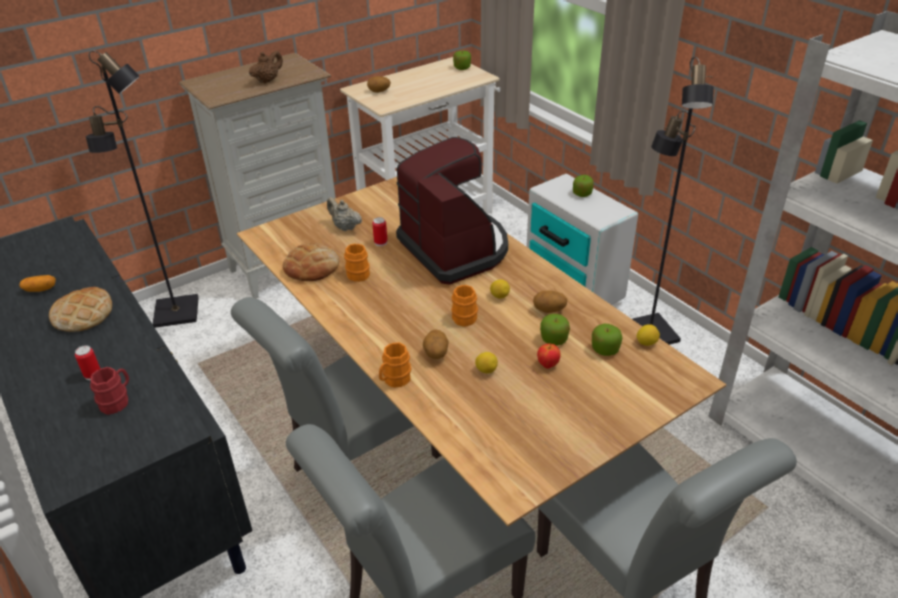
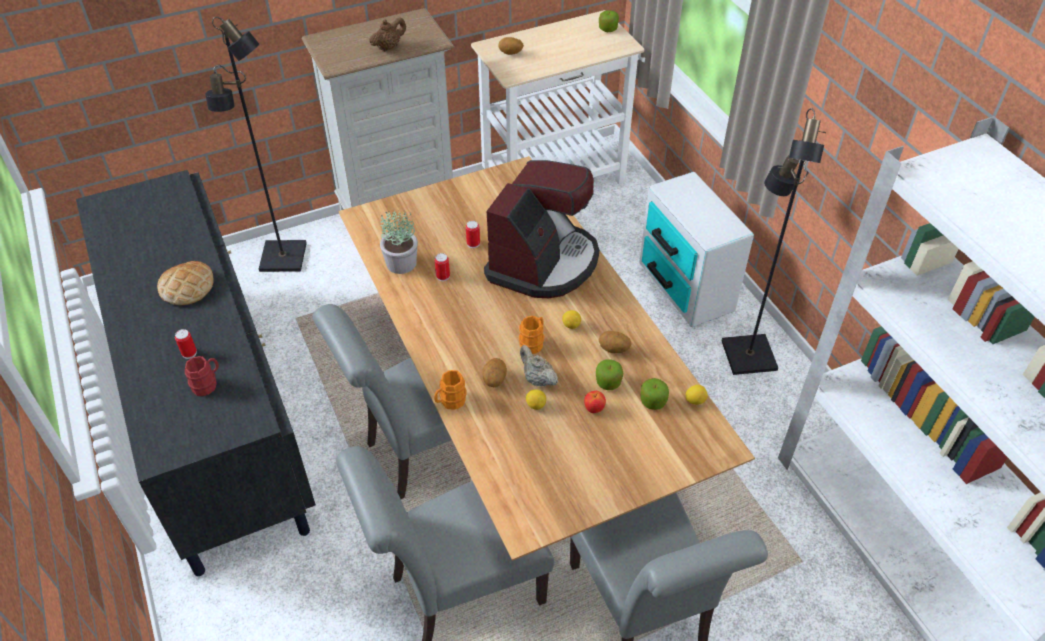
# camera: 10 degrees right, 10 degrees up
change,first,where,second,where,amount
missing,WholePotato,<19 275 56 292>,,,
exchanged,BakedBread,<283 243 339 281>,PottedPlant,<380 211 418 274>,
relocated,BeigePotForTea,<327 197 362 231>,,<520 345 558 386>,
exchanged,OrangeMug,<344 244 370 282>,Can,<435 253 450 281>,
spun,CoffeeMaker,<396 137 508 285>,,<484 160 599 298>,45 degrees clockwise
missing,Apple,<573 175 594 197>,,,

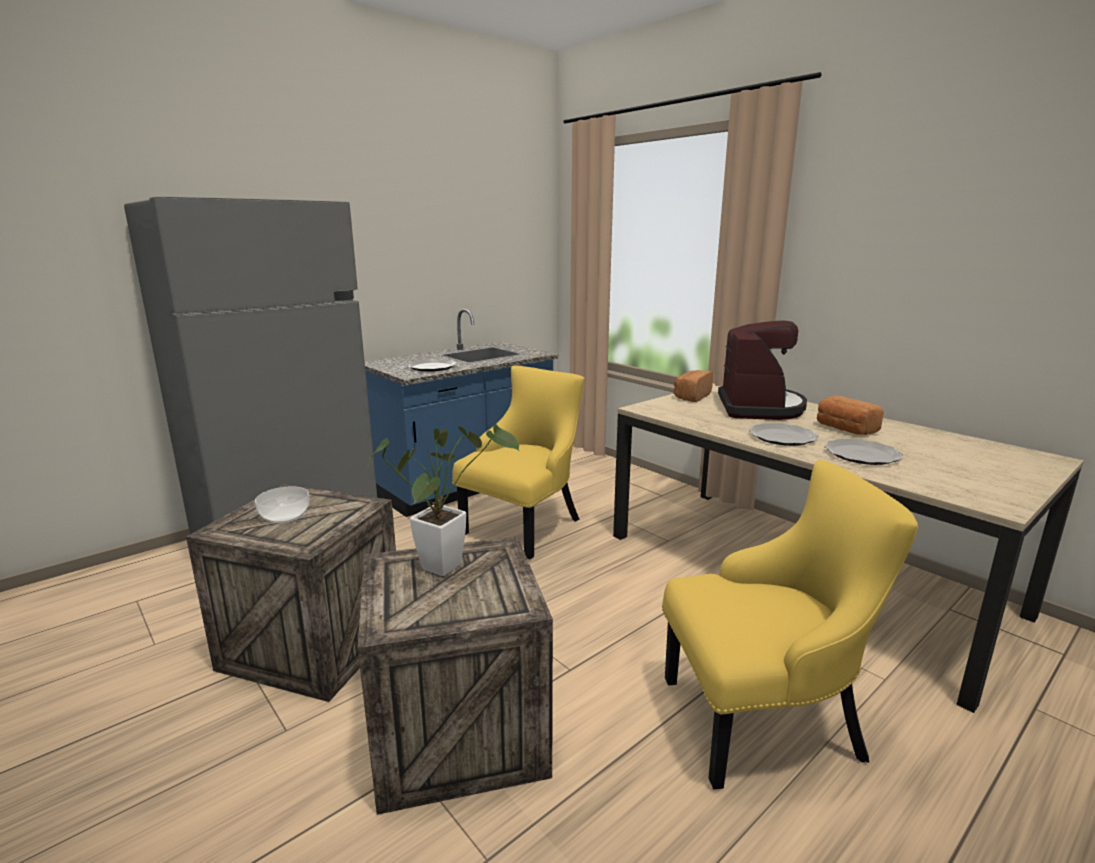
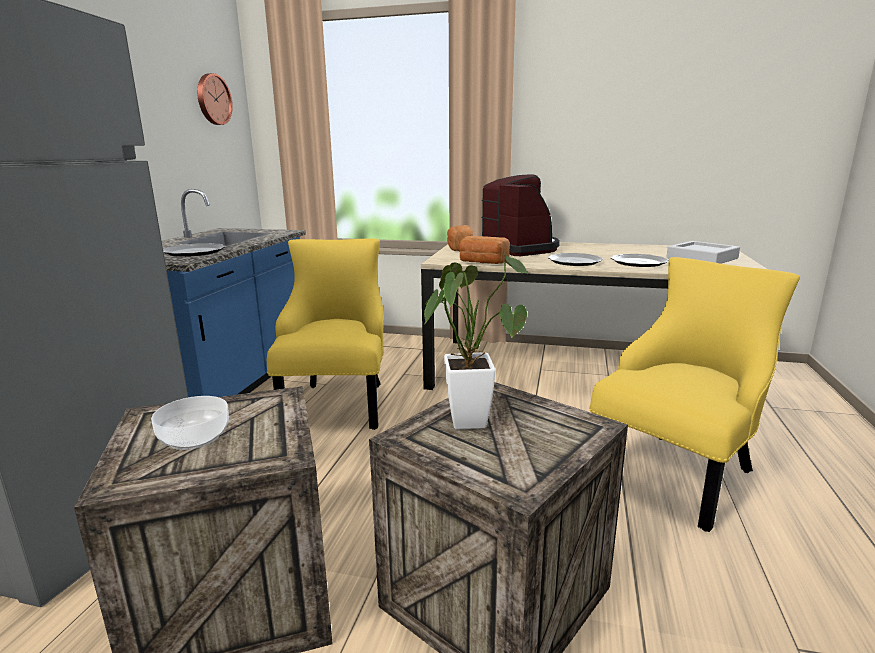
# camera: 35 degrees left, 0 degrees up
change,first,where,second,where,amount
relocated,BakedBread,<817 395 884 435>,,<459 236 510 264>,
appeared,,,ClockOnTheWall,<197 73 233 125>,
appeared,,,GreyServingTray,<667 241 740 264>,

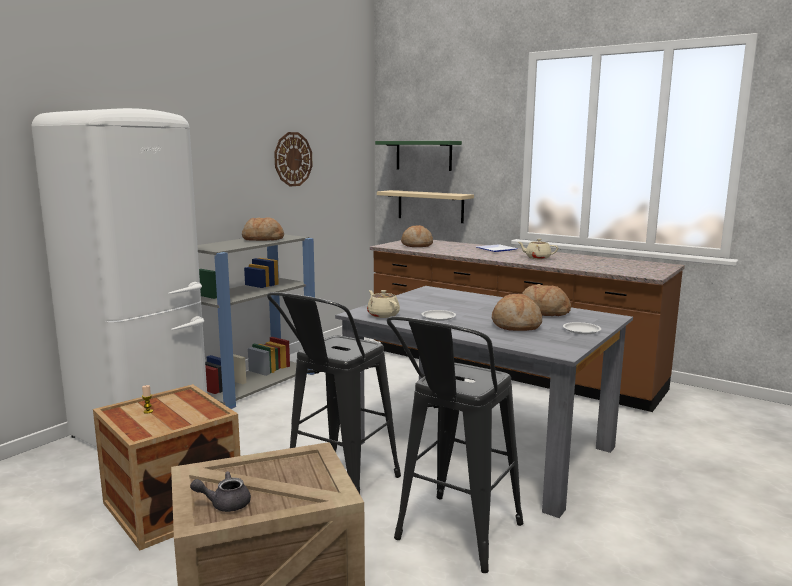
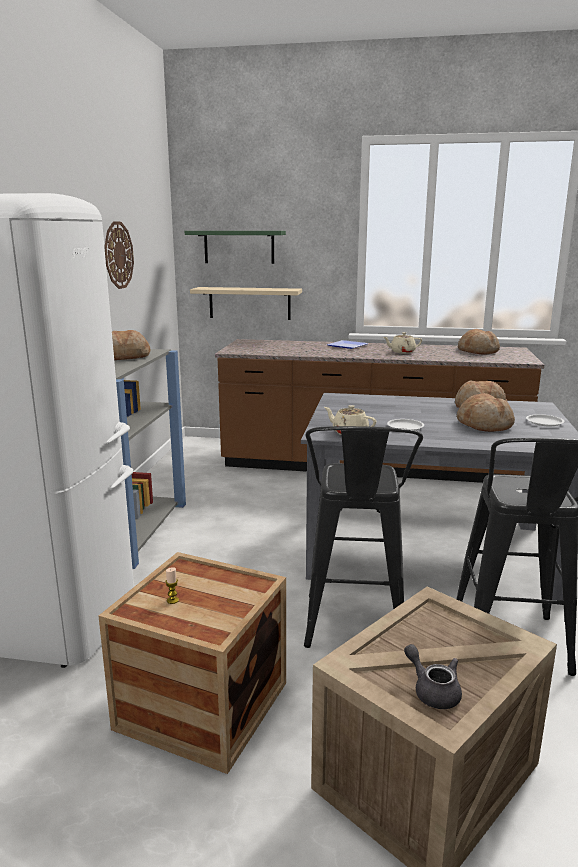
# camera: 25 degrees left, 5 degrees up
change,first,where,second,where,amount
spun,GreyPotForTea,<190 471 251 512>,,<404 644 462 709>,90 degrees clockwise
relocated,BakedBread,<401 225 433 247>,,<458 329 500 355>,

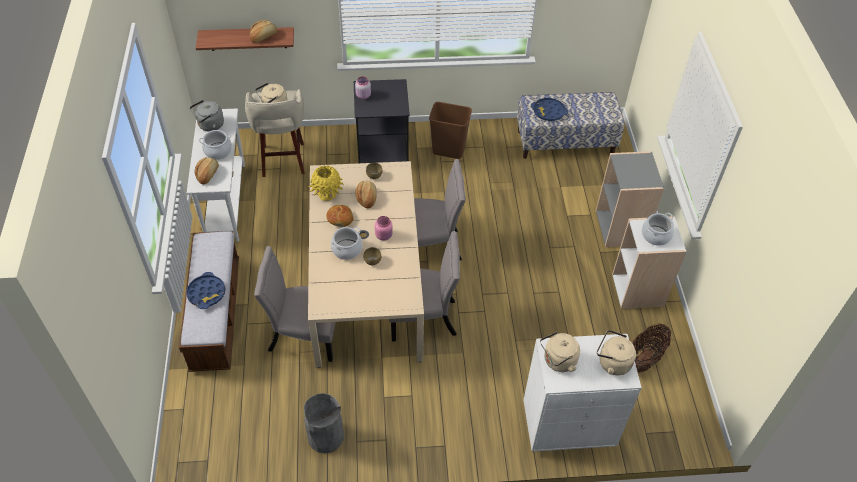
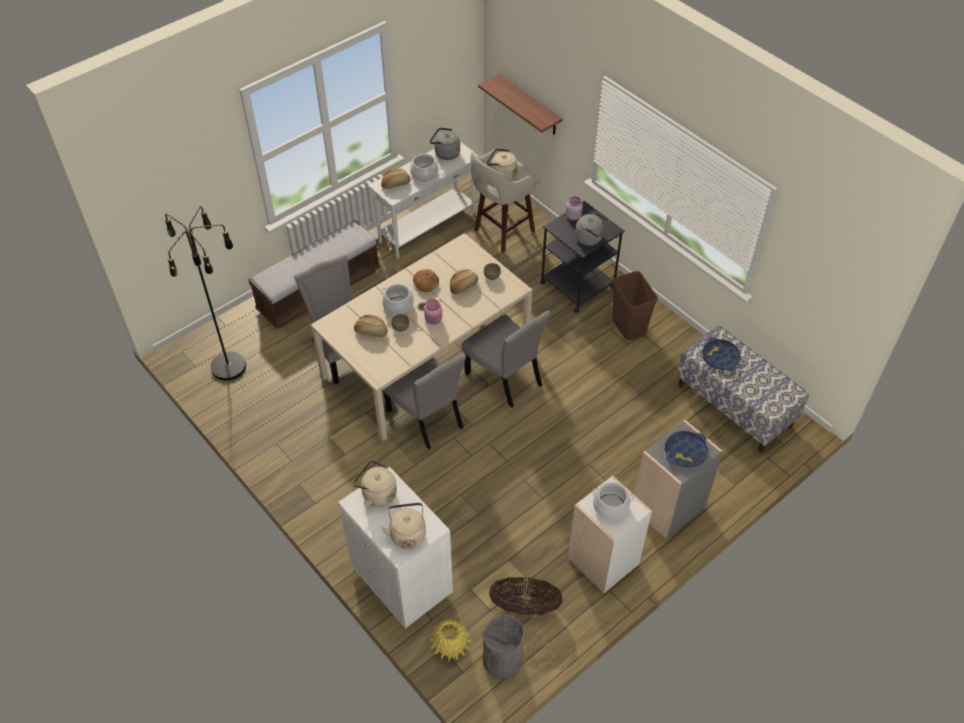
# camera: 55 degrees right, 0 degrees up
change,first,where,second,where,amount
relocated,BluishServingTray,<186 272 225 309>,,<665 431 708 467>,
relocated,BakedBread,<250 20 277 43>,,<354 315 387 337>,
relocated,GreyRubbishBin,<304 393 344 453>,,<482 614 524 679>,
relocated,YellowColouredVase,<308 166 343 201>,,<430 619 471 661>,
appeared,,,StandingLamp,<165 206 246 381>,
appeared,,,GreyWaterKettle,<575 213 609 246>,

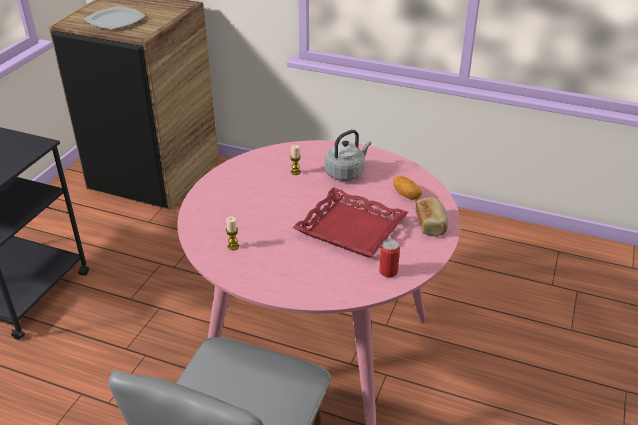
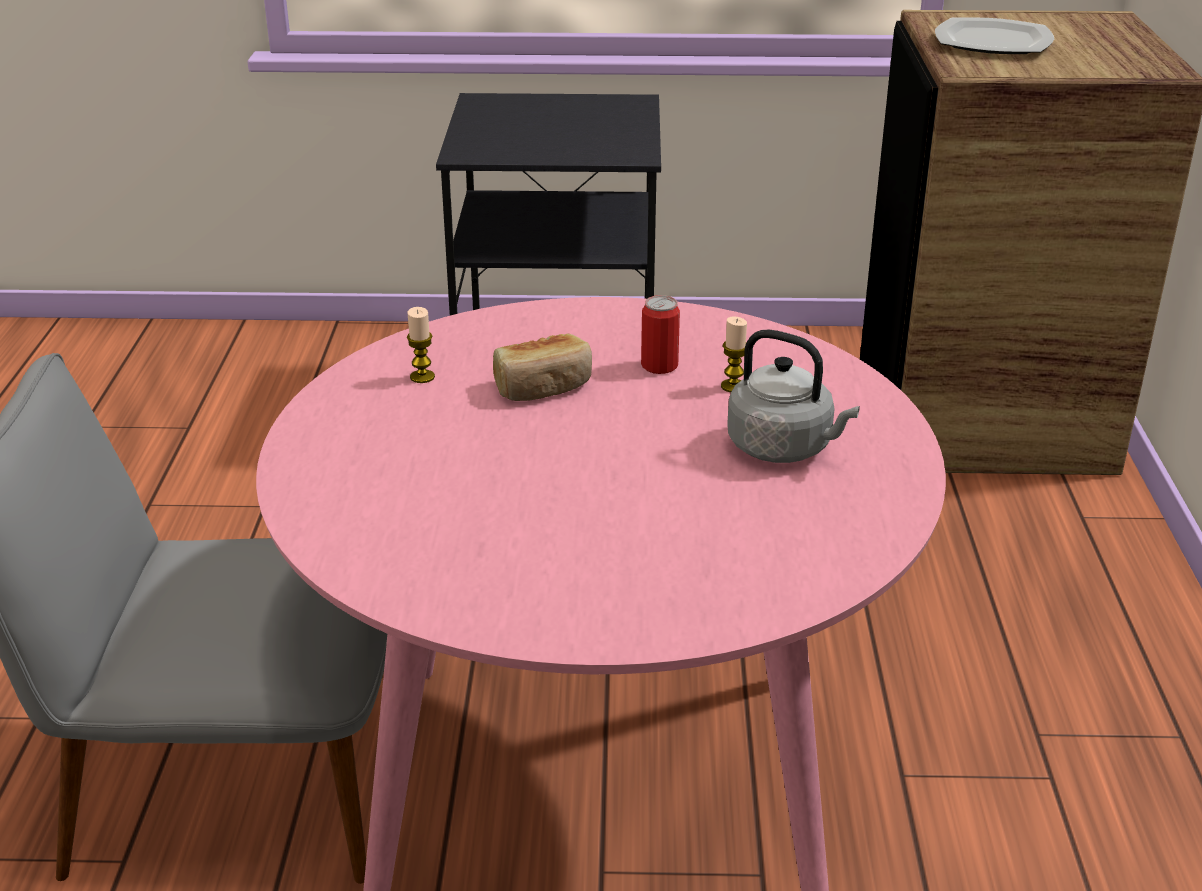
# camera: 70 degrees right, 5 degrees down
change,first,where,second,where,amount
missing,RedColouredServingTray,<293 187 409 257>,,,
relocated,Can,<379 239 400 278>,,<641 295 680 374>,
missing,WholePotato,<393 176 422 200>,,,
relocated,BakedBread,<415 197 448 237>,,<493 333 592 401>,

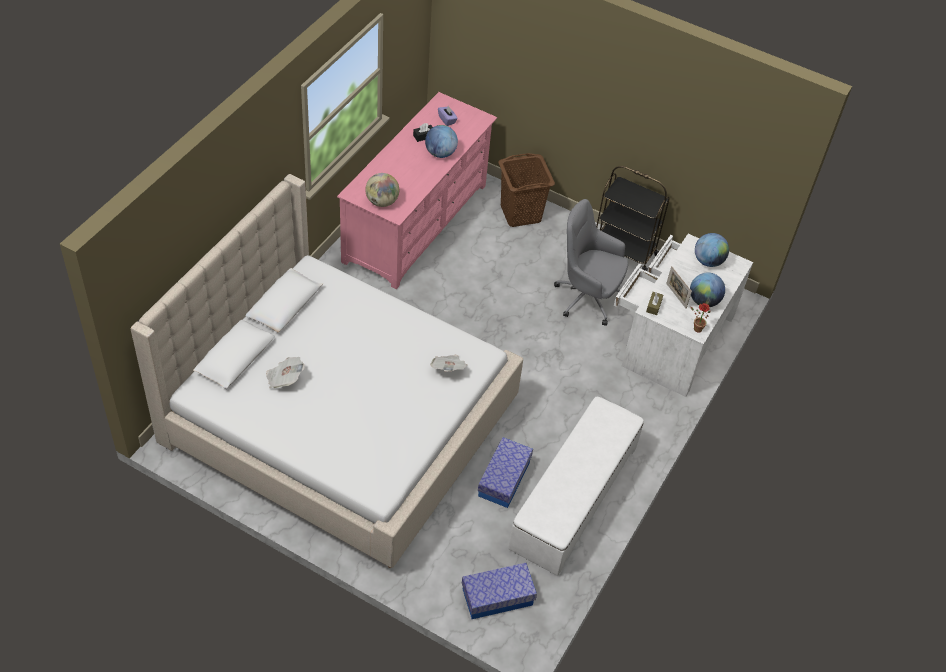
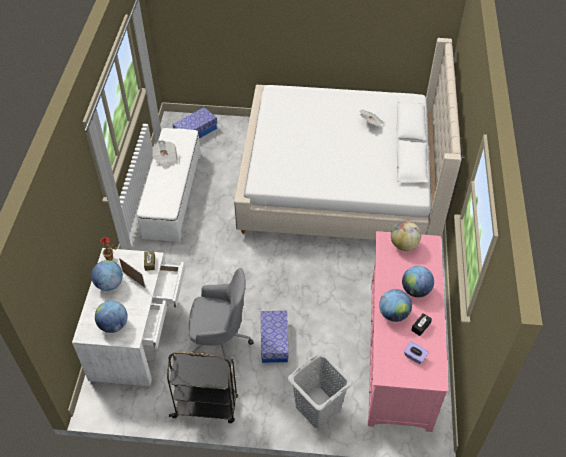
# camera: 160 degrees right, 0 degrees up
change,first,where,second,where,amount
relocated,Newspaper,<430 355 468 372>,,<152 140 178 169>,
relocated,StorageBin,<478 437 533 508>,,<261 311 289 363>,
colour,BrownColouredHamper,<498 153 555 227>,GreyHamper,<288 352 353 428>,
appeared,,,WorldGlobe,<402 266 434 297>,

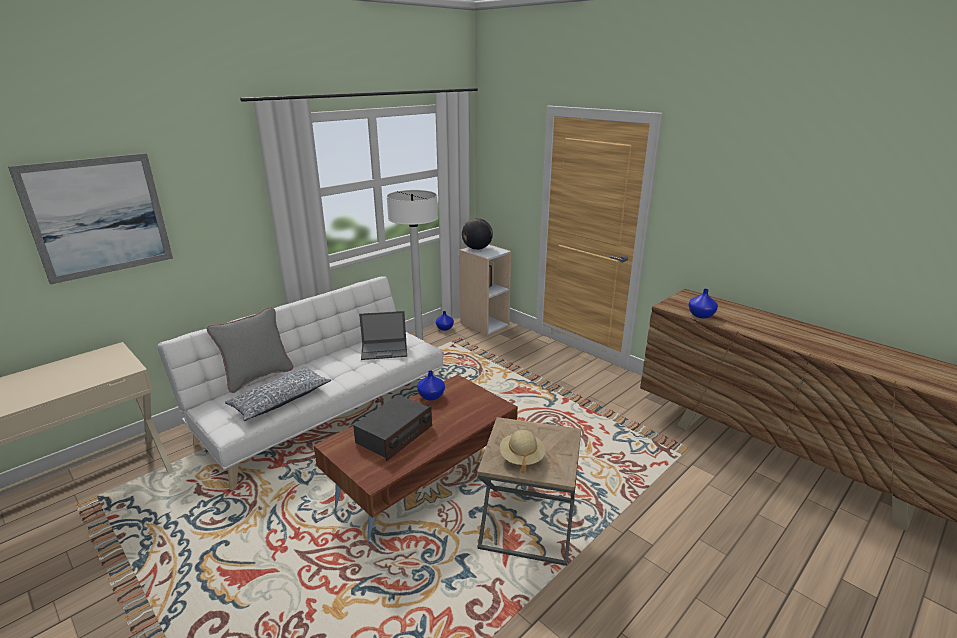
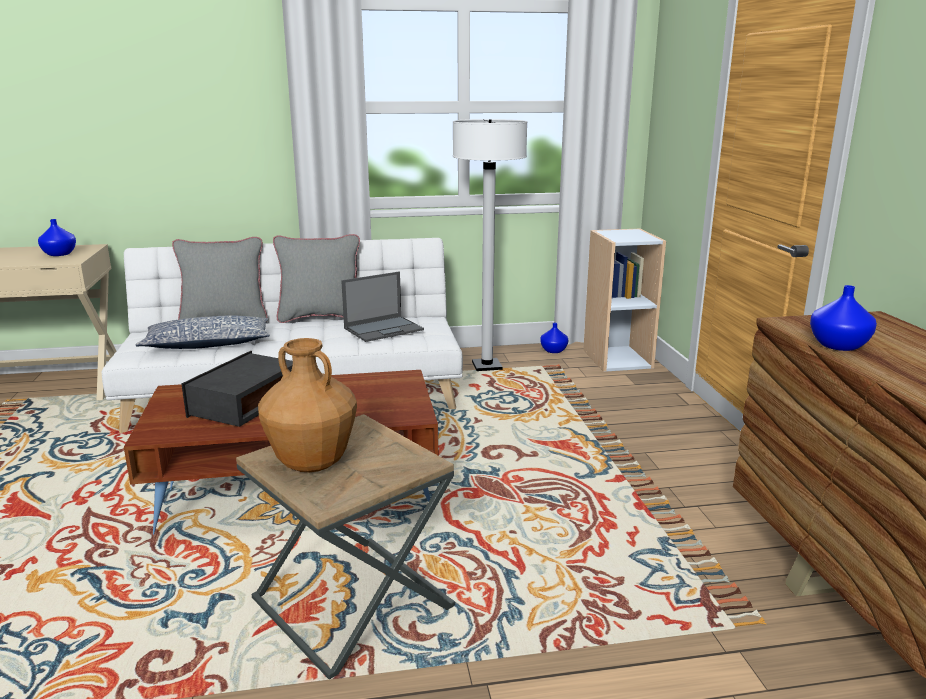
# camera: 35 degrees right, 5 degrees down
change,first,where,second,where,amount
missing,WallArt,<8 153 173 285>,,,
spun,Radio,<353 395 432 461>,,<181 351 293 427>,135 degrees clockwise
spun,NotebookComputer,<359 311 407 360>,,<341 271 424 342>,60 degrees counterclockwise
relocated,BluishVase,<417 370 445 401>,,<38 219 76 256>,
missing,WorldGlobe,<462 218 493 250>,,,
exchanged,BeigeClothingHat,<500 430 545 473>,BrownColouredVase,<258 338 357 472>,
appeared,,,GreyThrowPillow,<273 234 360 323>,

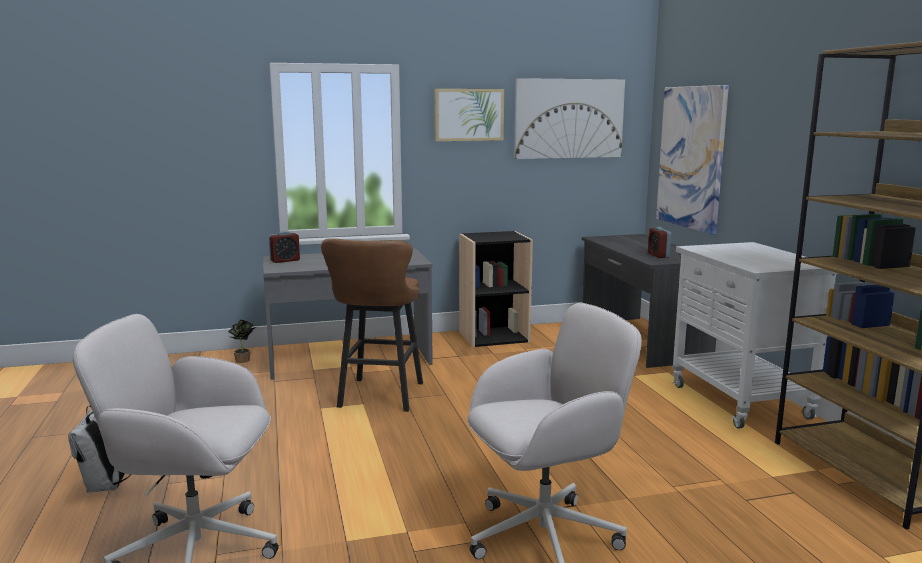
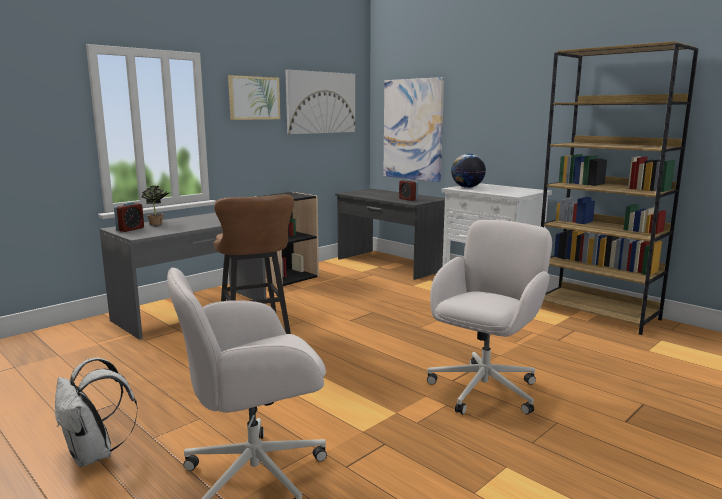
# camera: 30 degrees left, 0 degrees up
change,first,where,second,where,amount
relocated,PottedPlant,<228 320 256 363>,,<141 186 169 225>,
appeared,,,WorldGlobe,<451 154 486 188>,

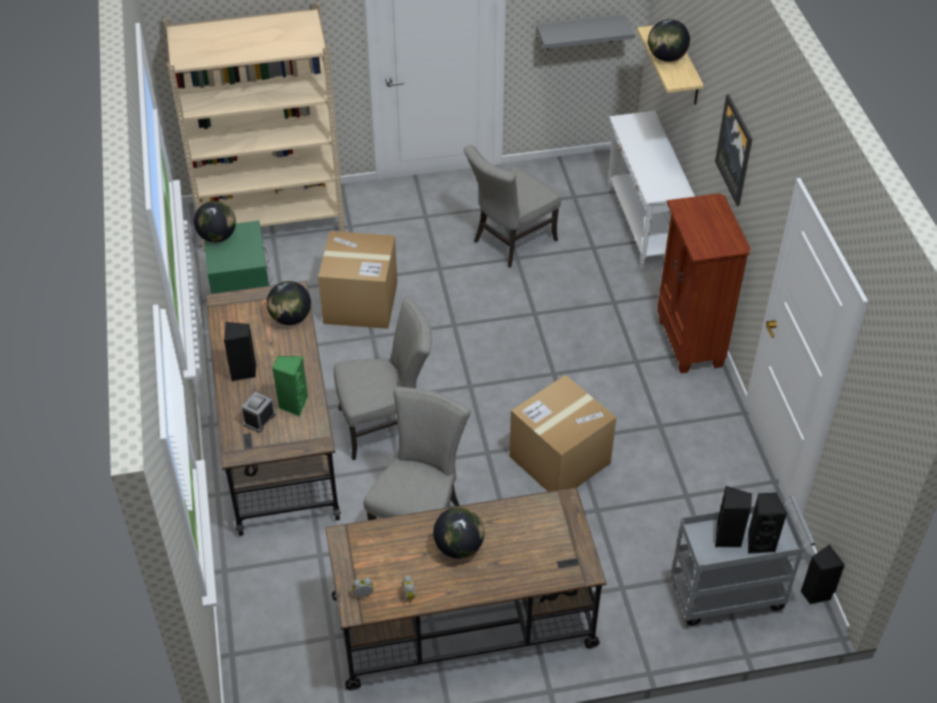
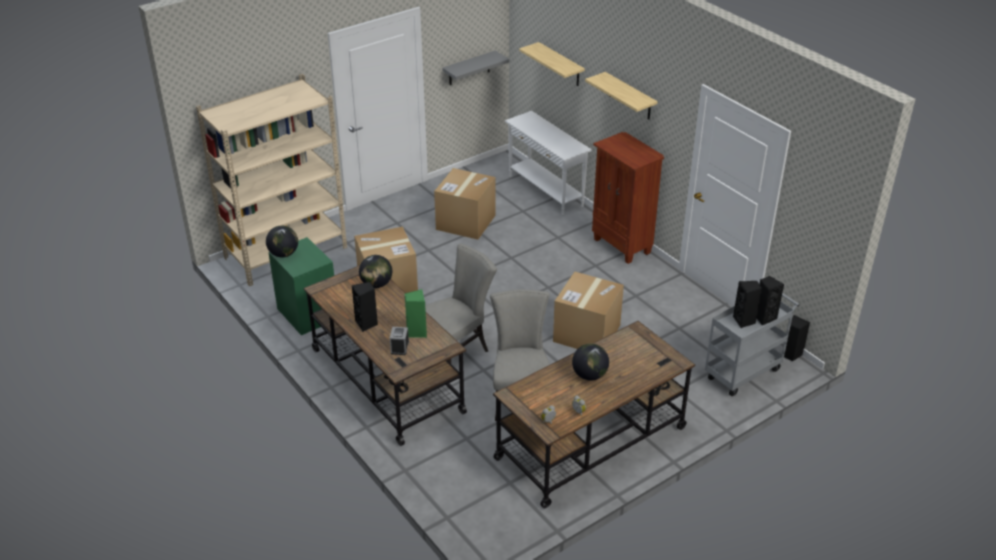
# camera: 25 degrees left, 10 degrees down
change,first,where,second,where,amount
exchanged,GreyUprightChair,<463 145 561 268>,PackingBox,<434 168 496 240>,
missing,WorldGlobe,<648 19 690 62>,,,
exchanged,WallArt,<715 94 752 206>,WallShelf,<585 72 658 119>,

